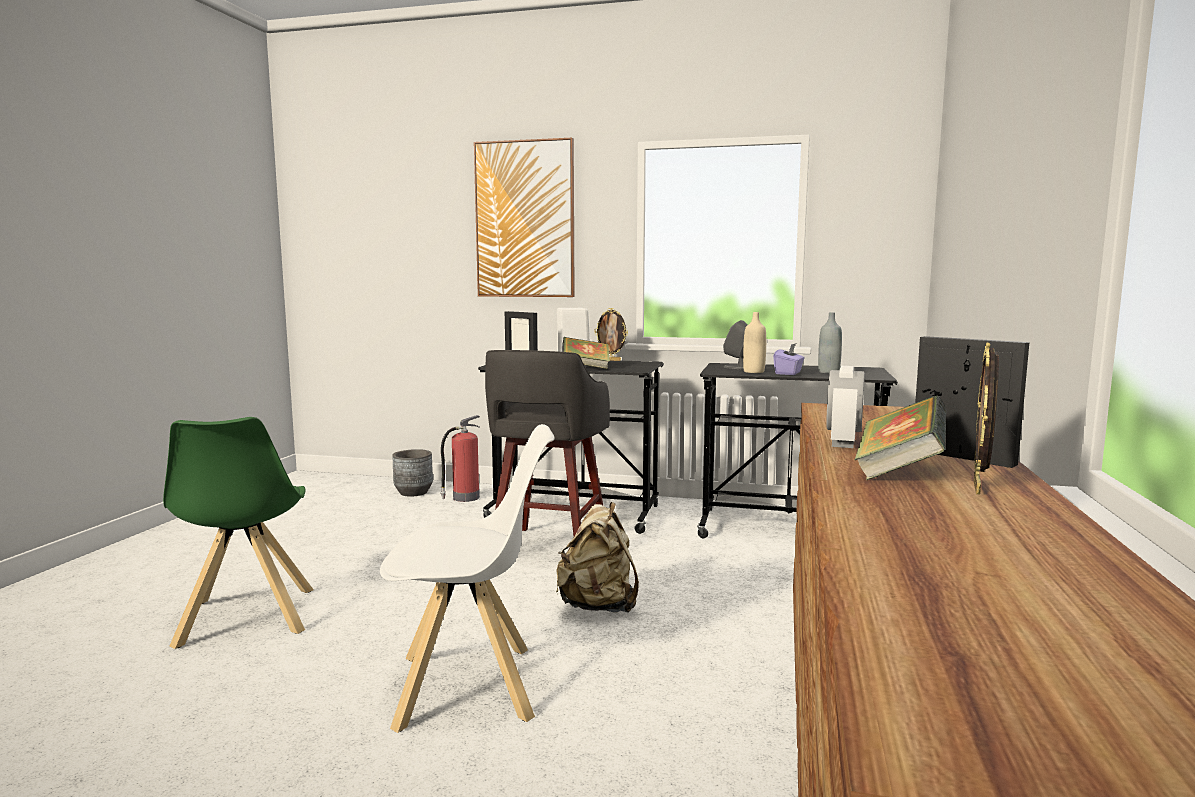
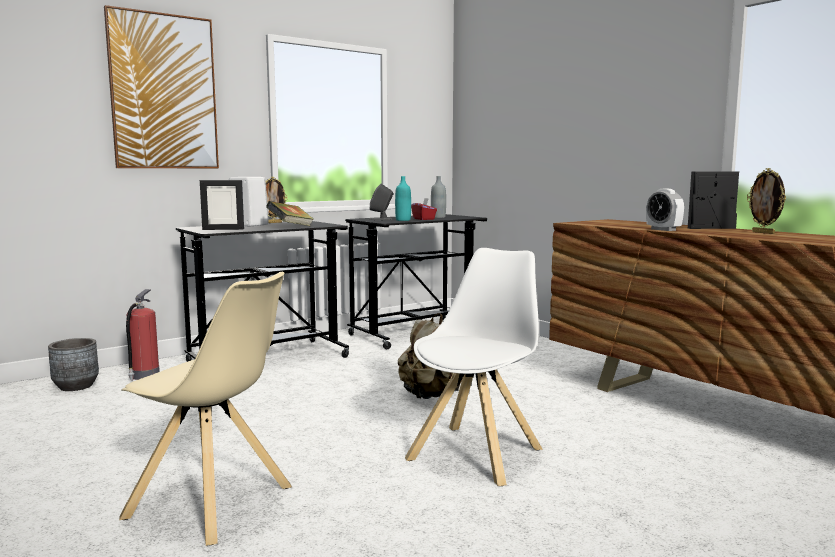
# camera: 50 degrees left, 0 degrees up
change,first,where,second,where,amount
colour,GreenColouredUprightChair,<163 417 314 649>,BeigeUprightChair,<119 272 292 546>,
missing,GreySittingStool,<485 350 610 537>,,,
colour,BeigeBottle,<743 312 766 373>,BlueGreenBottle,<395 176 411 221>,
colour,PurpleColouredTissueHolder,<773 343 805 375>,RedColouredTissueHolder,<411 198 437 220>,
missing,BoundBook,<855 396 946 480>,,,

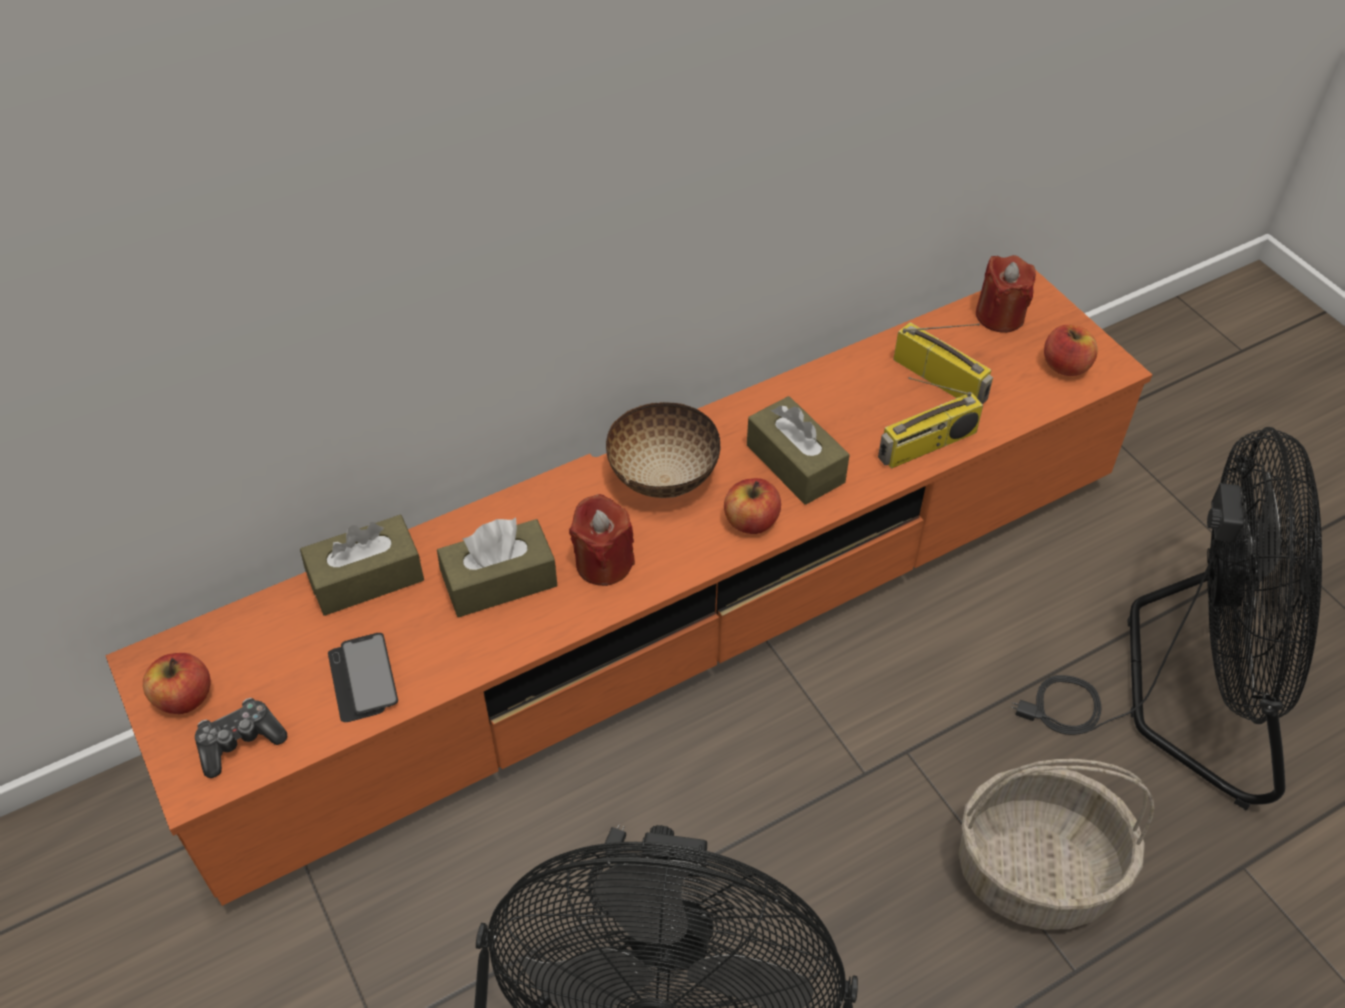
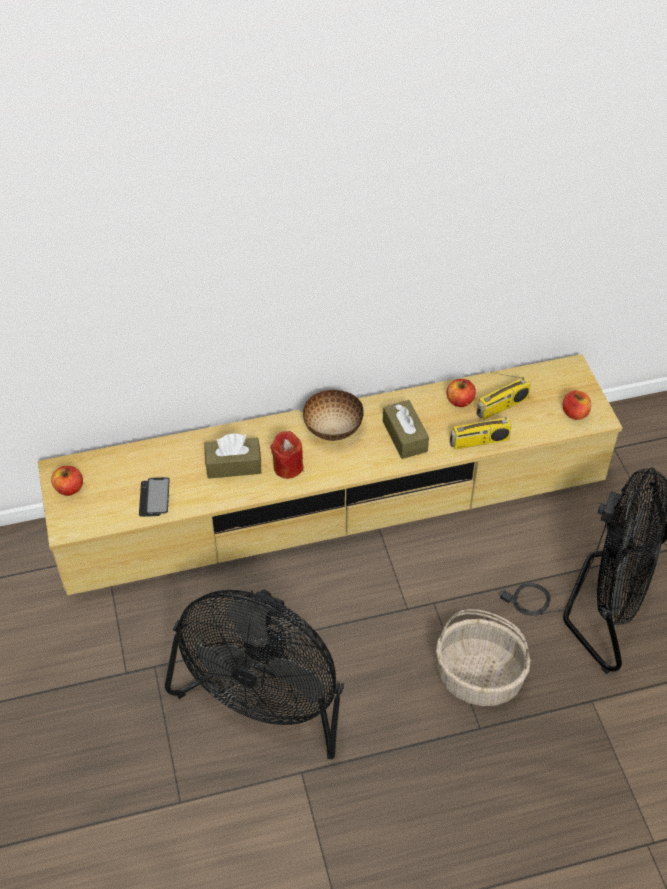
# camera: 15 degrees right, 0 degrees up
change,first,where,second,where,amount
colour,OrangeMediaConsole,<105 270 1152 906>,BeigeMediaConsole,<38 354 623 595>,
missing,Gamepad,<195 698 287 778>,,,
missing,BrownColouredTissueHolder,<300 515 424 616>,,,
relocated,Apple,<724 478 781 534>,,<447 379 476 407>,
spun,Radio,<893 322 993 404>,,<476 372 531 420>,90 degrees clockwise
missing,RedColouredWaxCandle,<976 255 1036 333>,,,

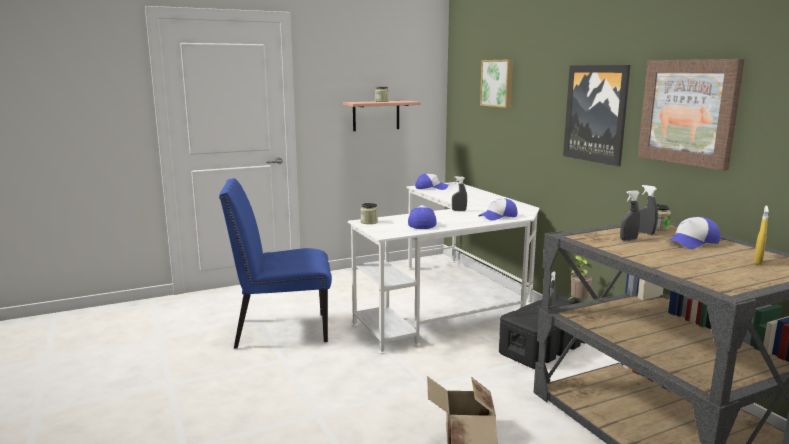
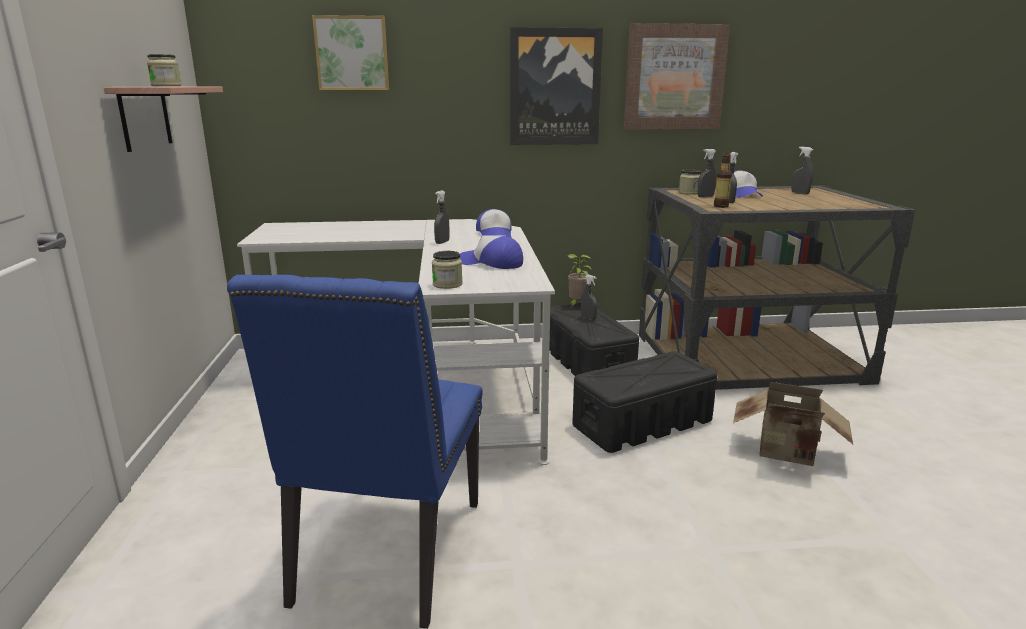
# camera: 70 degrees left, 5 degrees up
change,first,where,second,where,amount
missing,Cap,<415 174 449 190>,,,
colour,YellowColouredSprayBottle,<754 206 769 265>,GreySprayBottle,<791 147 813 194>,
appeared,,,BlackishStorageBin,<572 351 717 453>,
appeared,,,Bottle,<714 153 732 208>,

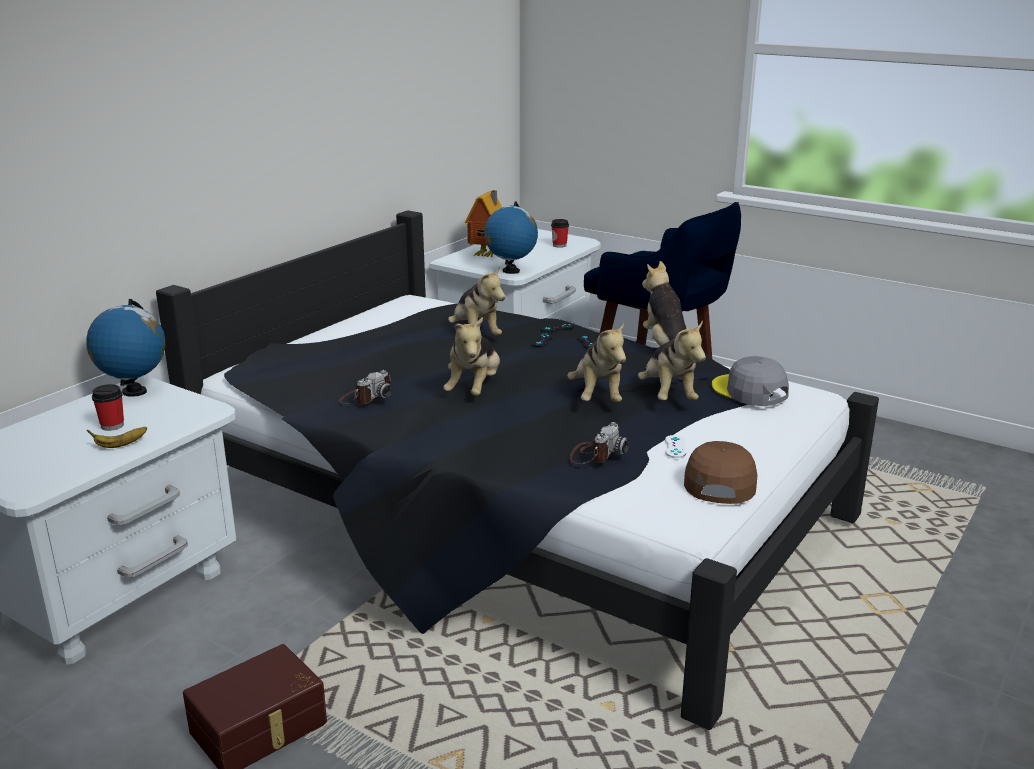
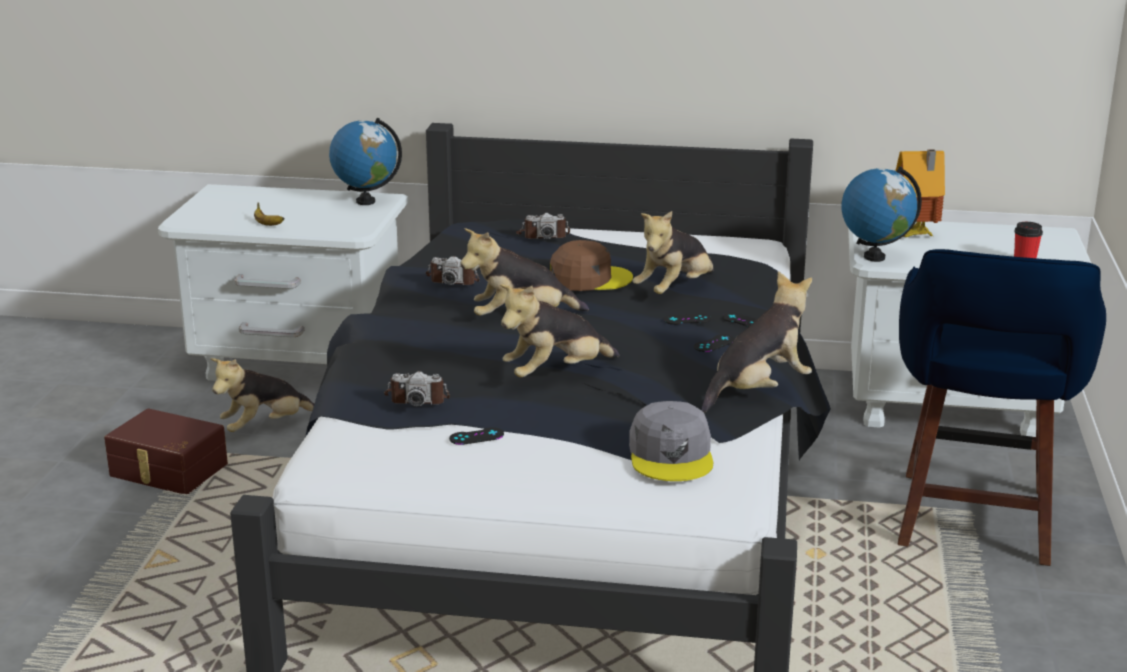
# camera: 65 degrees right, 0 degrees up
change,first,where,second,where,amount
missing,DrinkingCup,<92 384 124 431>,,,
relocated,SoftToy,<638 320 706 401>,,<211 358 315 432>,
colour,WhiteGamepad,<665 435 686 458>,BlackishGamepad,<449 427 504 445>,
relocated,BrownColouredCap,<684 441 757 504>,,<550 240 633 291>,
spun,GreyCap,<712 356 789 406>,,<629 401 713 481>,150 degrees clockwise
appeared,,,PhotoCamera,<516 213 570 239>,

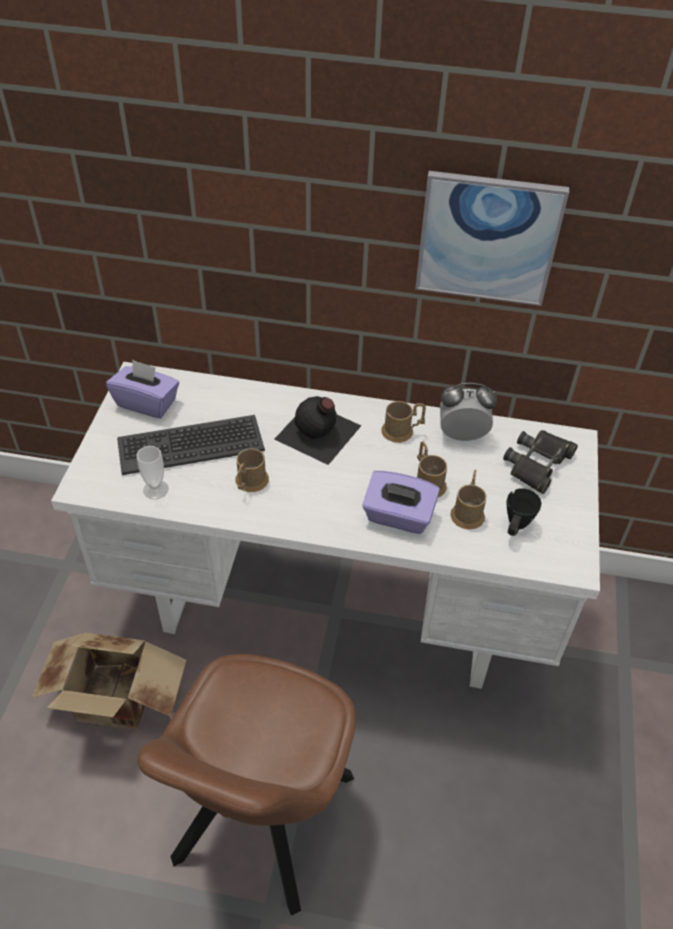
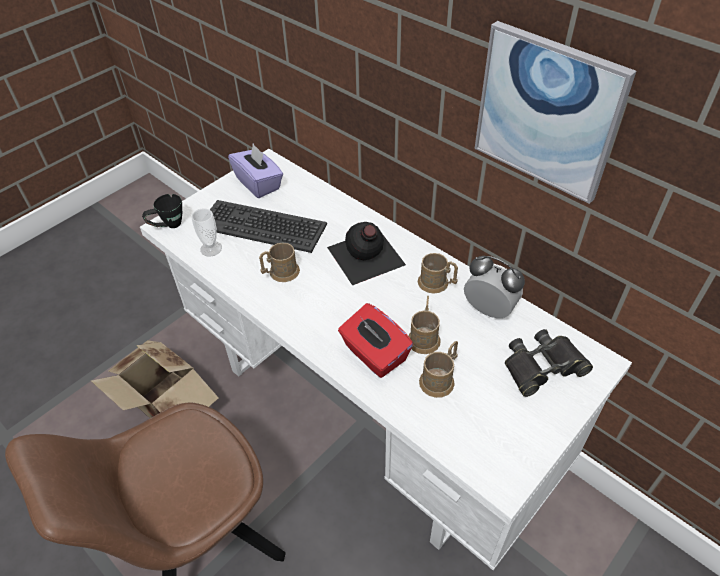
# camera: 35 degrees right, 0 degrees up
change,first,where,second,where,amount
colour,PurpleColouredTissueHolder,<362 471 440 534>,RedColouredTissueHolder,<338 303 413 378>,
relocated,BlackishMug,<507 488 542 536>,,<142 194 182 228>,

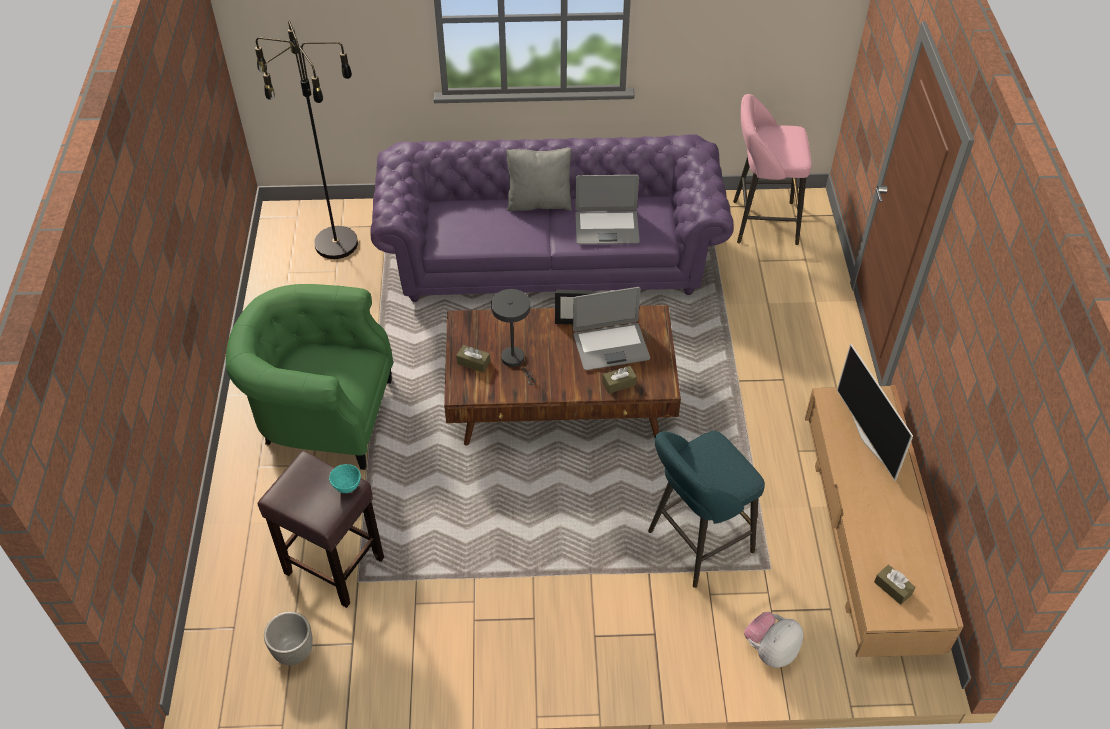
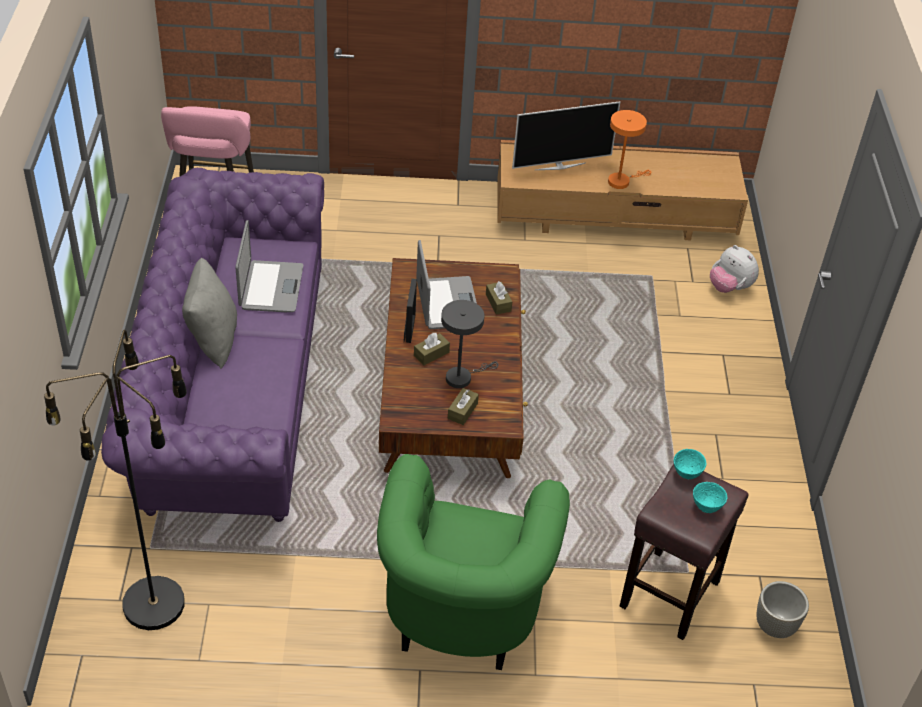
# camera: 90 degrees left, 5 degrees down
change,first,where,second,where,amount
missing,BlueGreenSittingStool,<648 431 765 588>,,,
relocated,BrownColouredTissueHolder,<874 565 916 605>,,<414 333 450 365>,
appeared,,,OrangeTableLamp,<608 110 651 189>,
appeared,,,BlueGreenDeepDish,<693 482 727 513>,

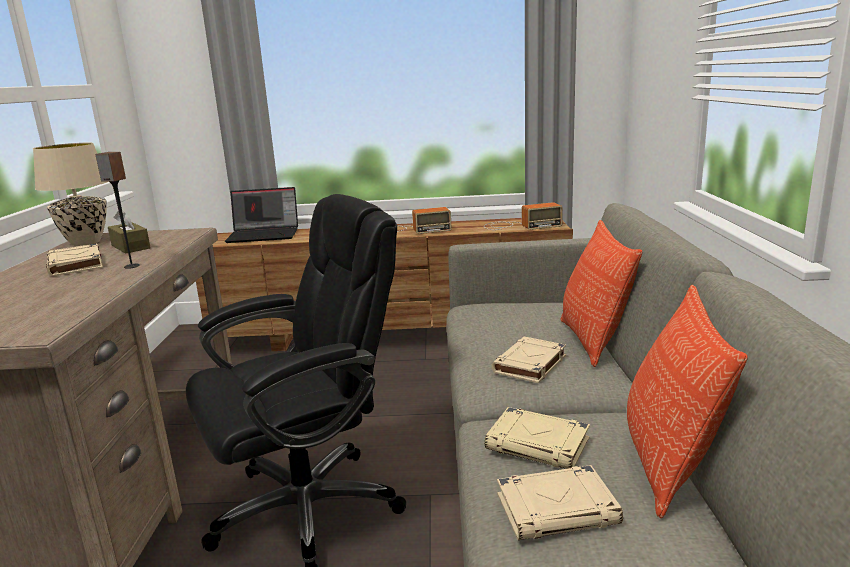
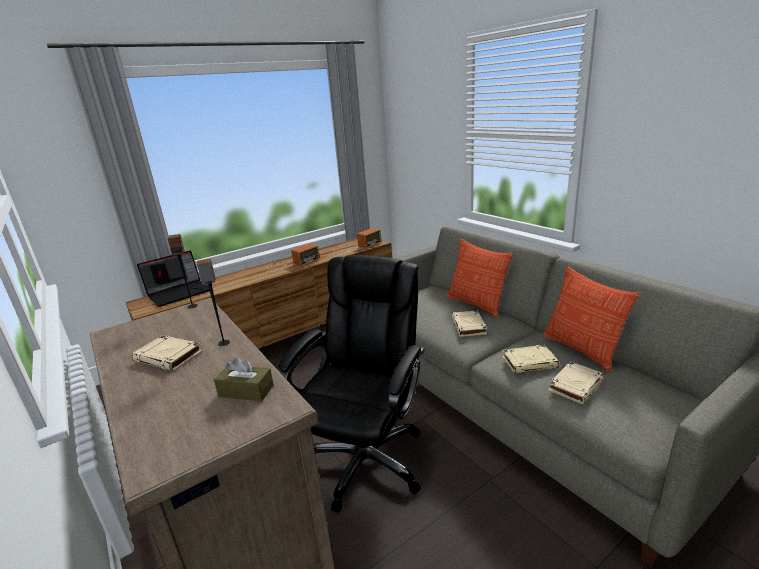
# camera: 35 degrees left, 5 degrees up
change,first,where,second,where,amount
missing,BeigeTableLamp,<33 143 108 246>,,,
relocated,BrownColouredTissueHolder,<108 210 151 254>,,<214 357 274 401>,
appeared,,,Speaker,<168 234 198 308>,

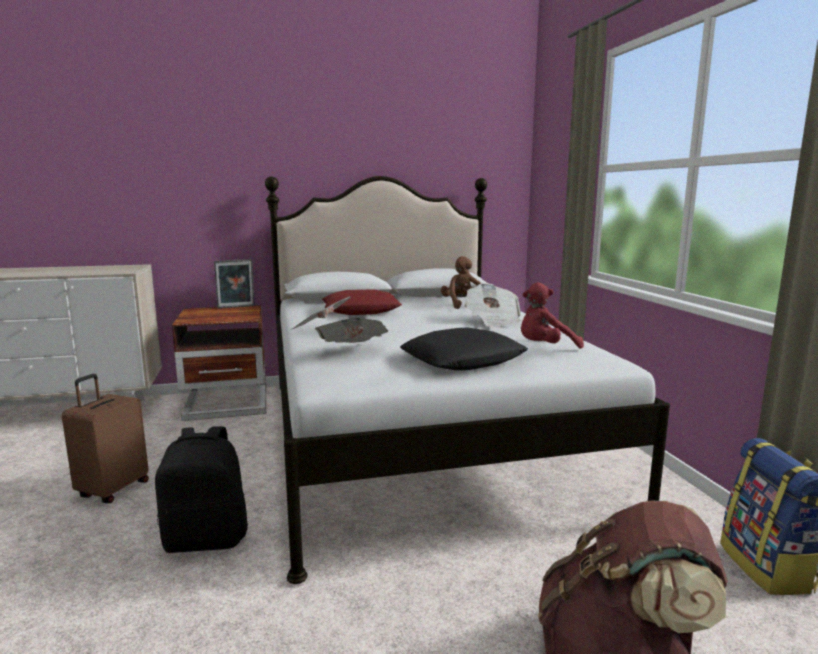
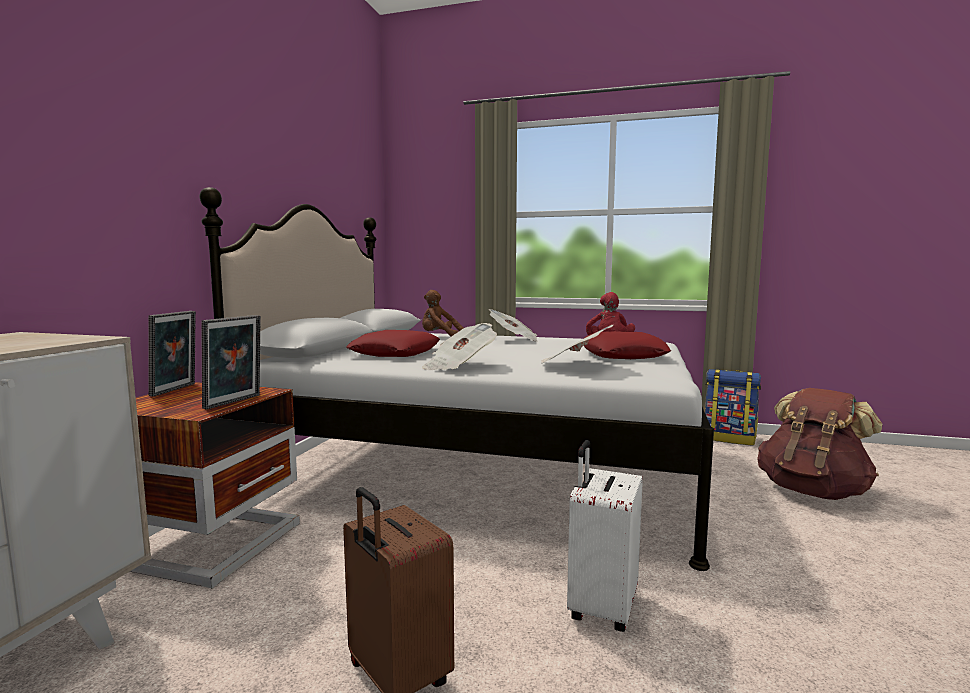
# camera: 60 degrees left, 5 degrees down
change,first,where,second,where,amount
exchanged,BlackishKnapsack,<155 426 248 553>,WhiteTravelCase,<567 440 643 632>,
colour,BlackishThrowPillow,<400 328 528 370>,RedColouredThrowPillow,<583 331 671 359>,
appeared,,,PictureFrame,<201 315 261 410>,

